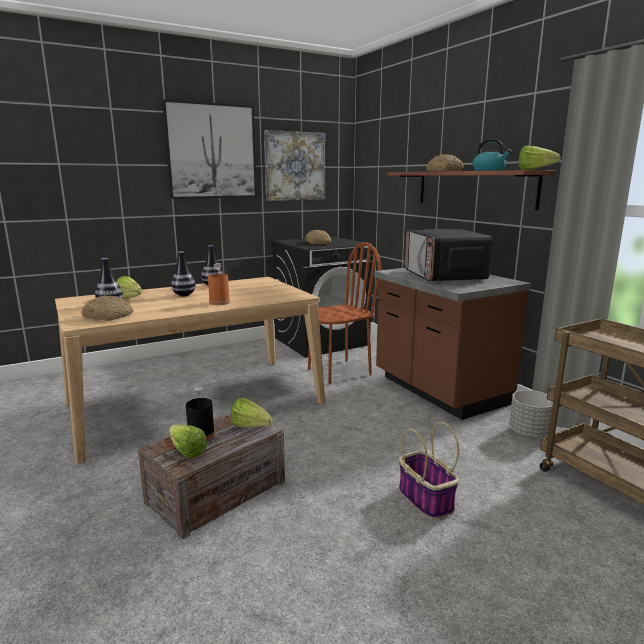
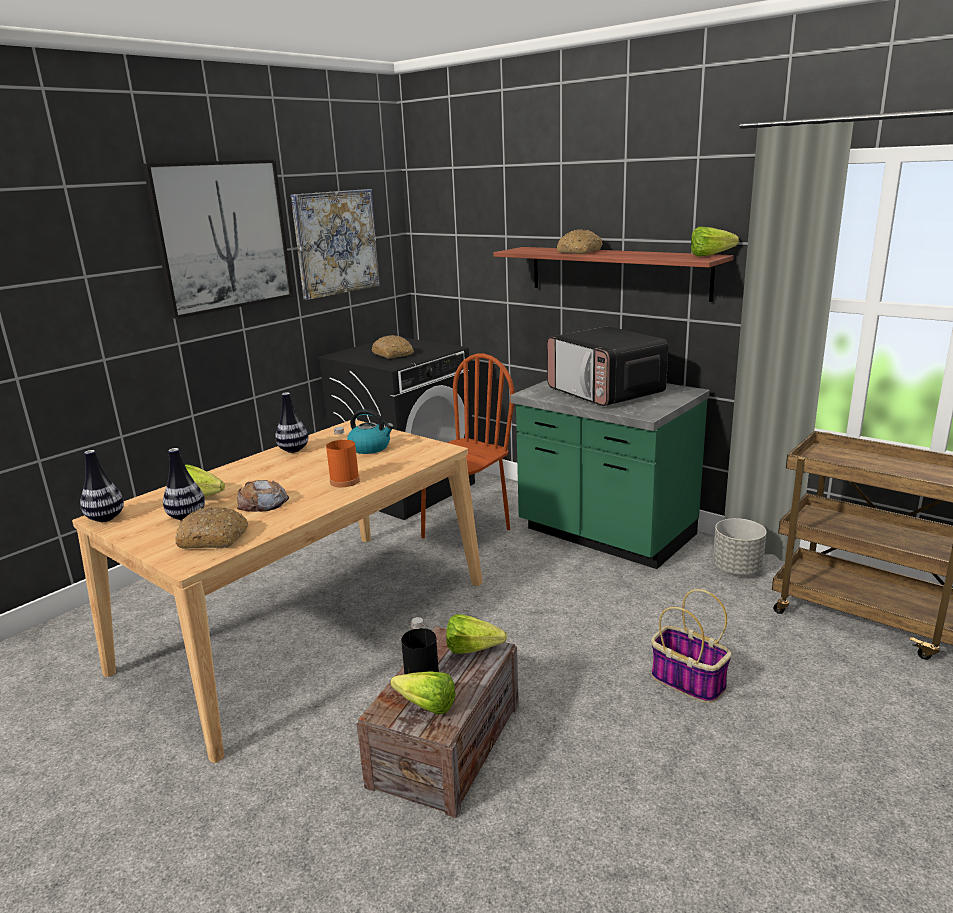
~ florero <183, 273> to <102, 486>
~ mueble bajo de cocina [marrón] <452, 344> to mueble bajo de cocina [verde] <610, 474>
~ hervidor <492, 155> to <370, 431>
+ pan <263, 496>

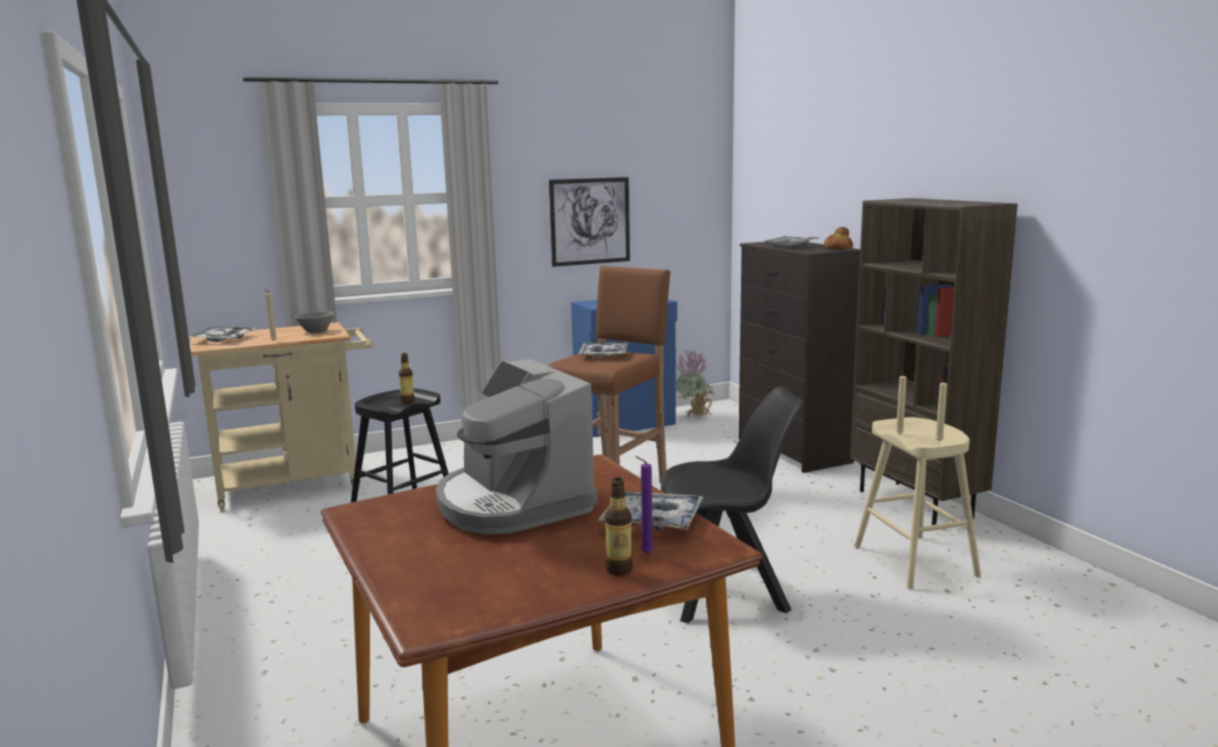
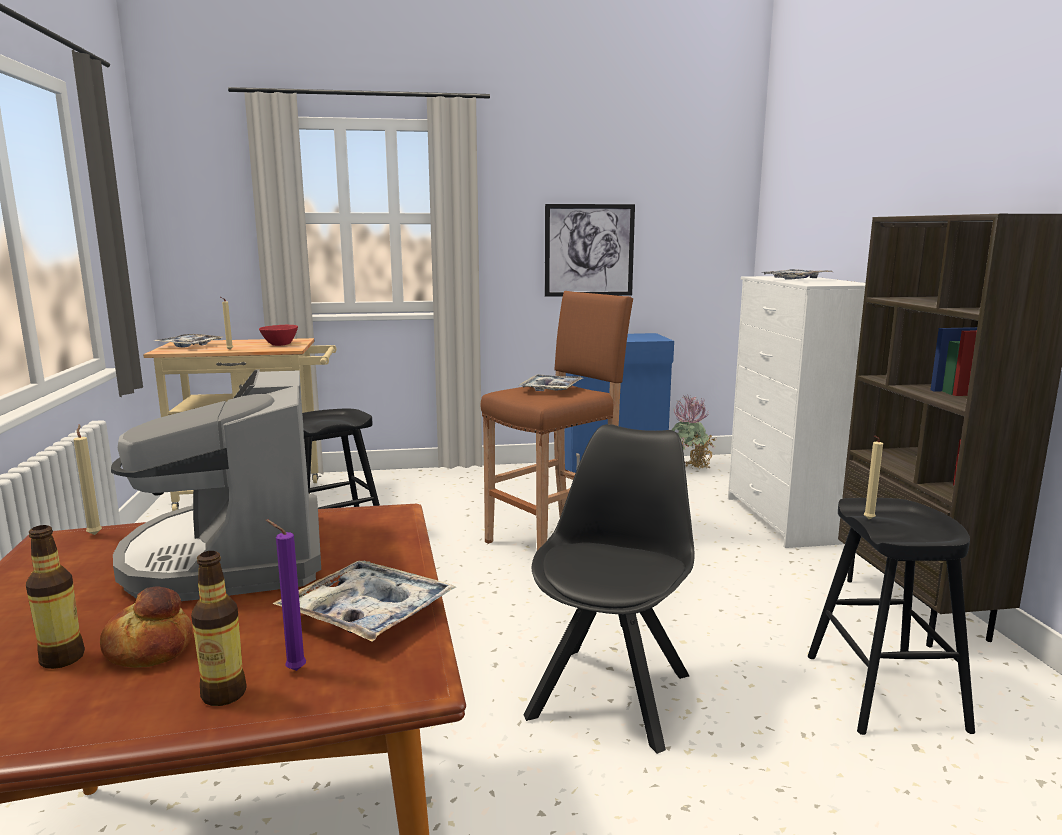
~ cuenco [gris] <314, 322> to cuenco [rojo] <278, 335>
~ botella <407, 378> to <55, 597>
~ silla [negro] <732, 504> = <609, 589> 75 degrees counterclockwise
~ cómoda [negro] <799, 357> to cómoda [blanco] <797, 412>
~ pan <838, 238> to <146, 627>
~ taburete [beis] <917, 503> to taburete [negro] <891, 616>
~ vela [beis] <941, 408> to <87, 479>

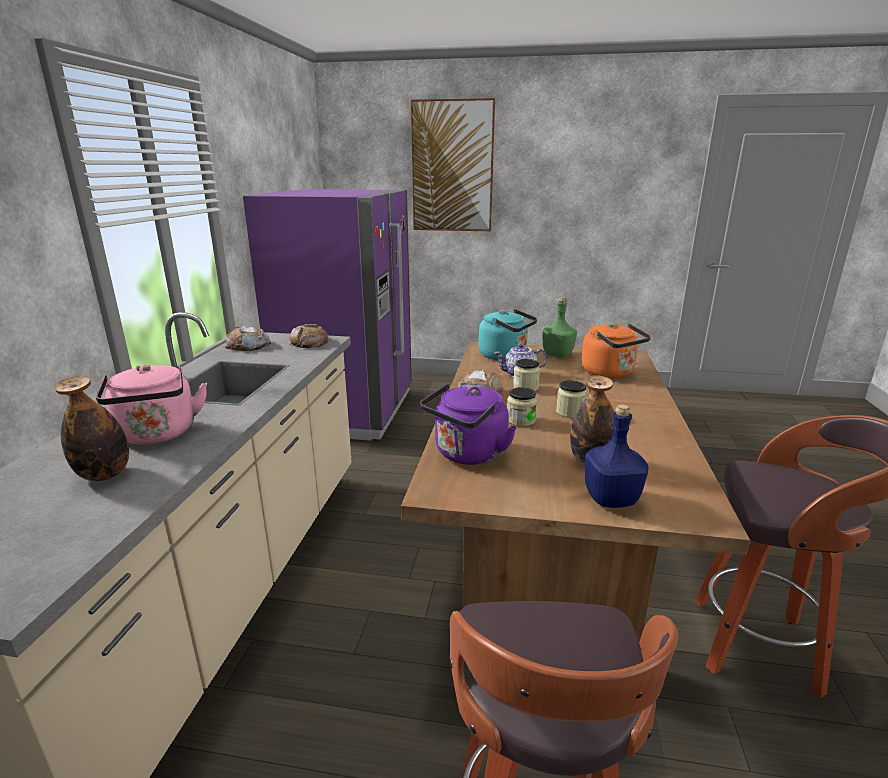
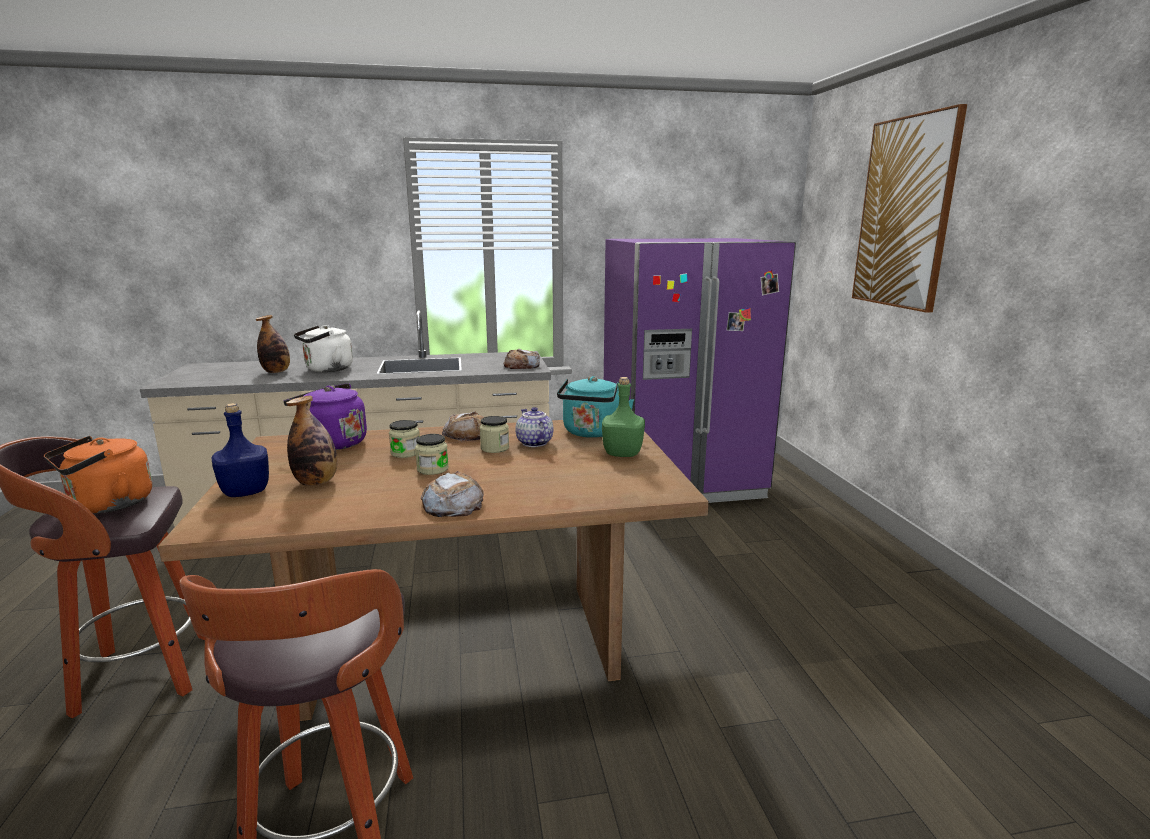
~ hervidor [rosa] <151, 404> to hervidor [blanco] <323, 348>
~ pan <248, 338> to <452, 494>
~ hervidor [naranja] <616, 350> to <98, 474>

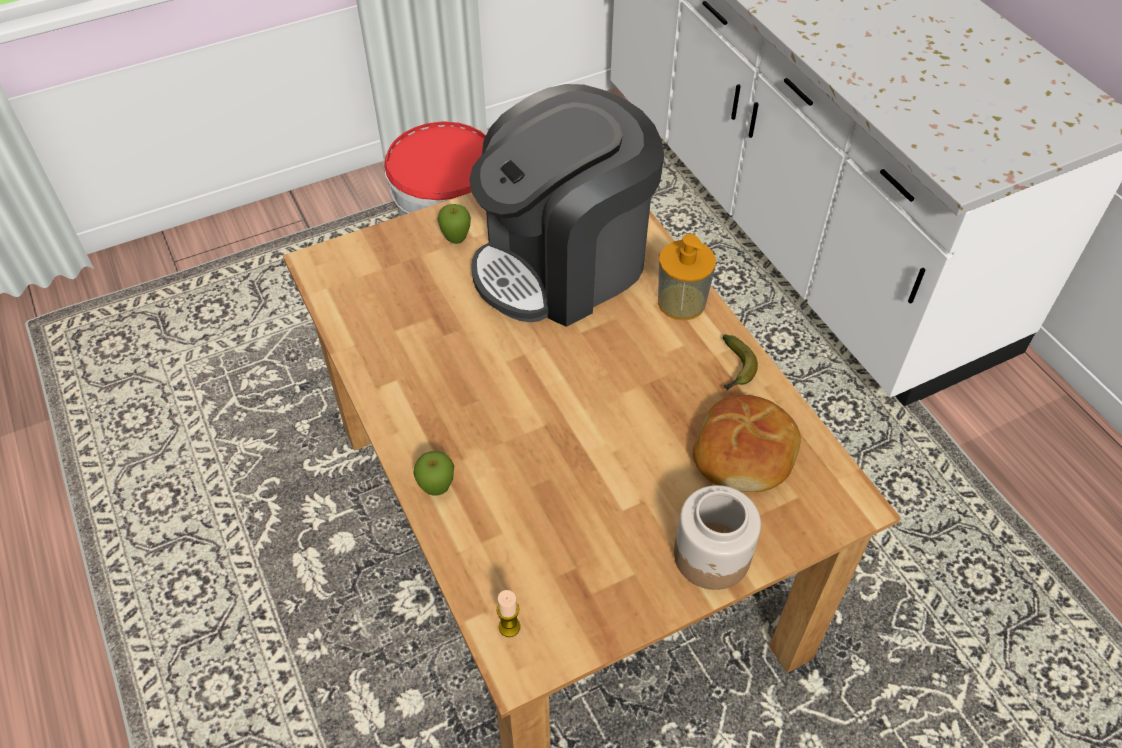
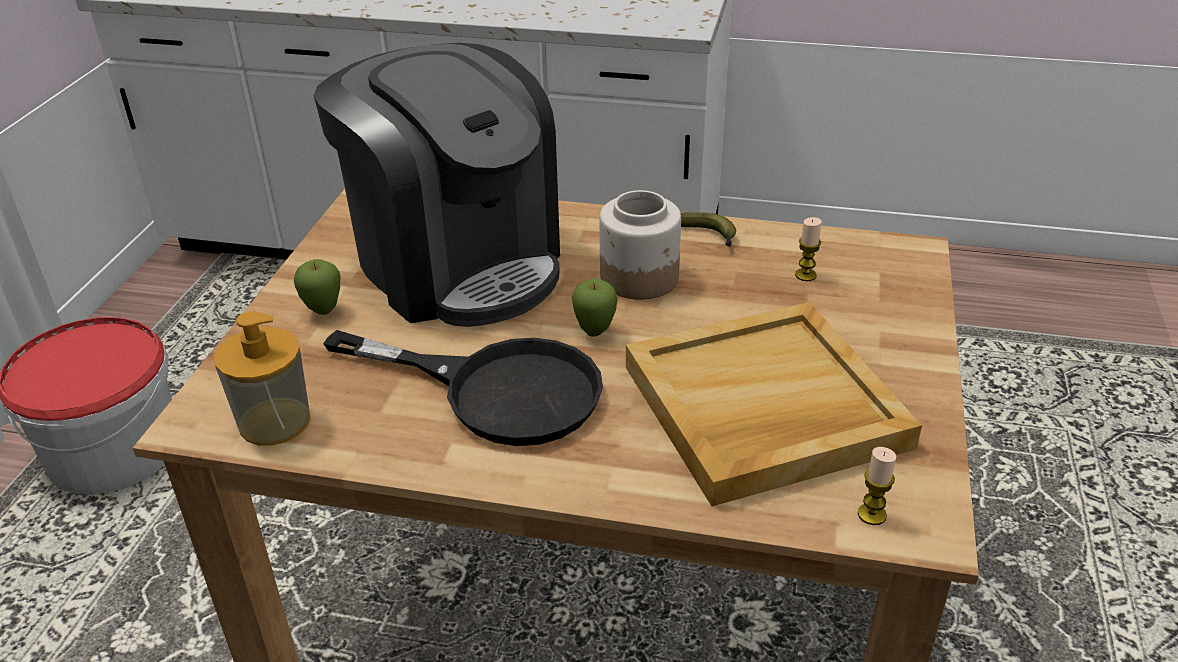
~ manzana <433, 473> to <595, 308>
~ cafetera <566, 205> = <437, 185> 45 degrees counterclockwise
~ dispensador de jabón <687, 277> to <262, 379>
~ tarro <717, 537> to <640, 245>
~ pan <747, 443> to vela <808, 249>
+ sartén [negro] <463, 388>
+ bandeja [beis] <774, 404>

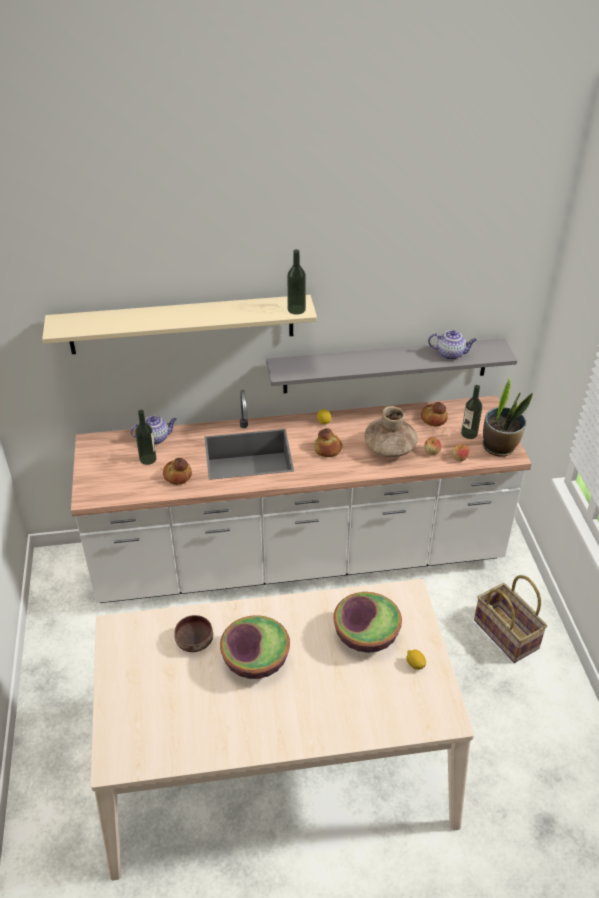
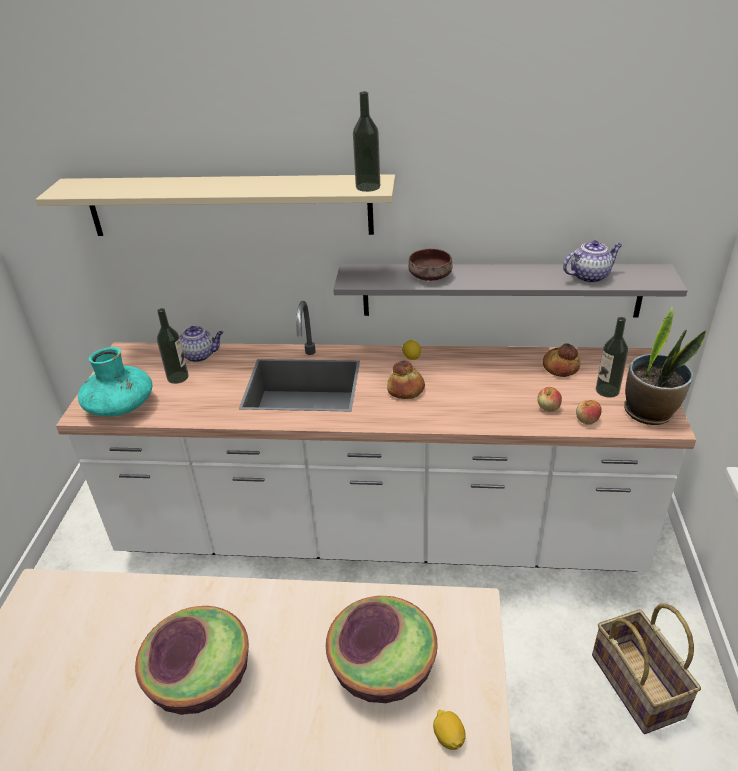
- pan <177, 471>
~ cuenco [marrón] <193, 633> to <430, 265>
- florero [marrón] <391, 431>
~ tetera <452, 345> = <592, 261> 45 degrees counterclockwise
+ florero [turquesa] <115, 381>

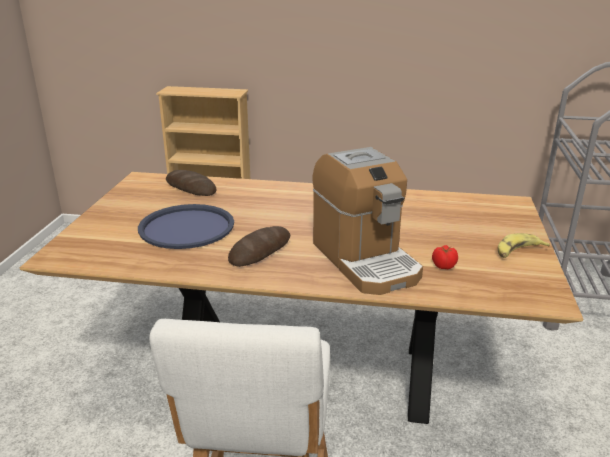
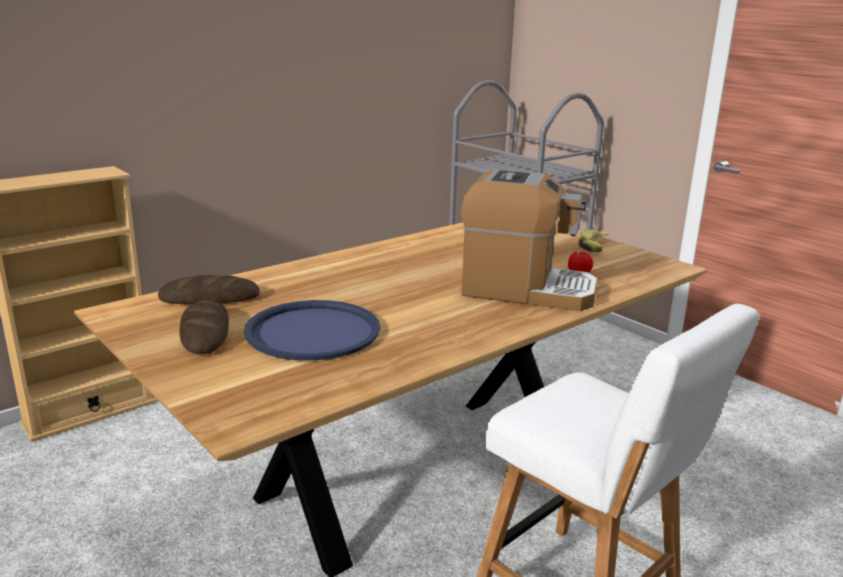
~ pan <259, 246> to <204, 326>

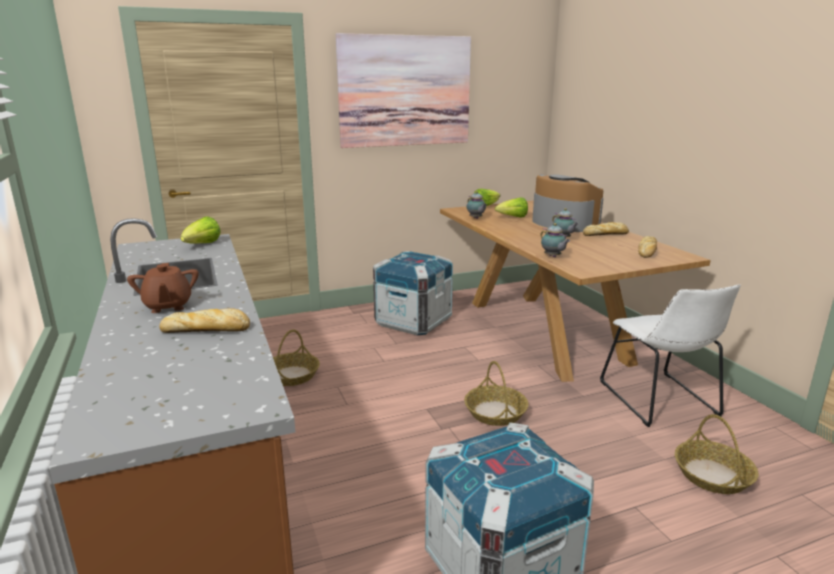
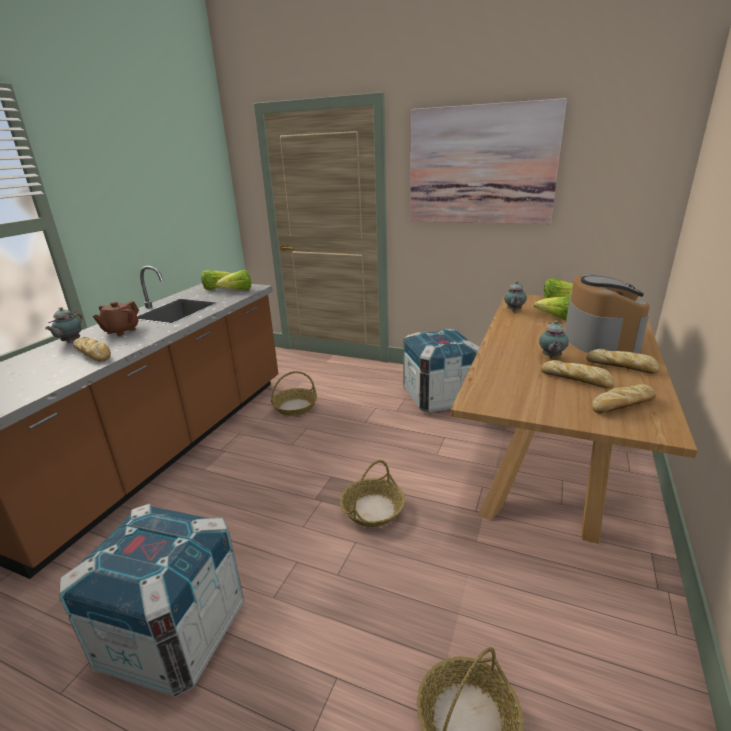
~ tetera <555, 240> to <63, 325>
- silla [blanco] <670, 355>
+ lechuga <216, 280>
+ pan <577, 374>

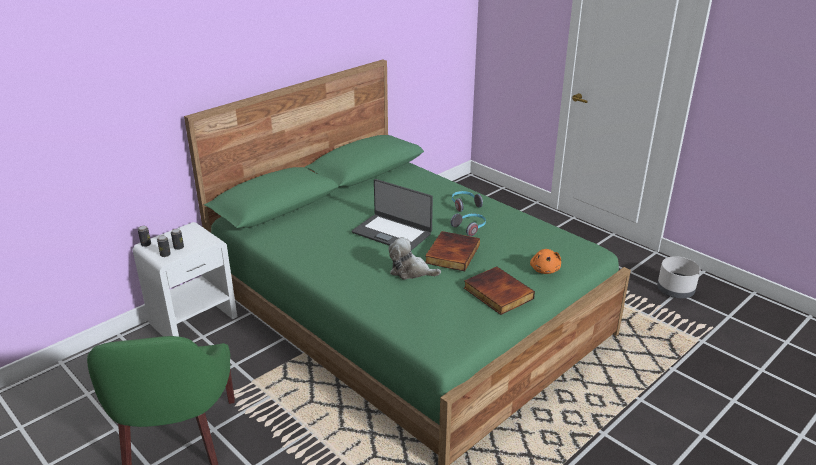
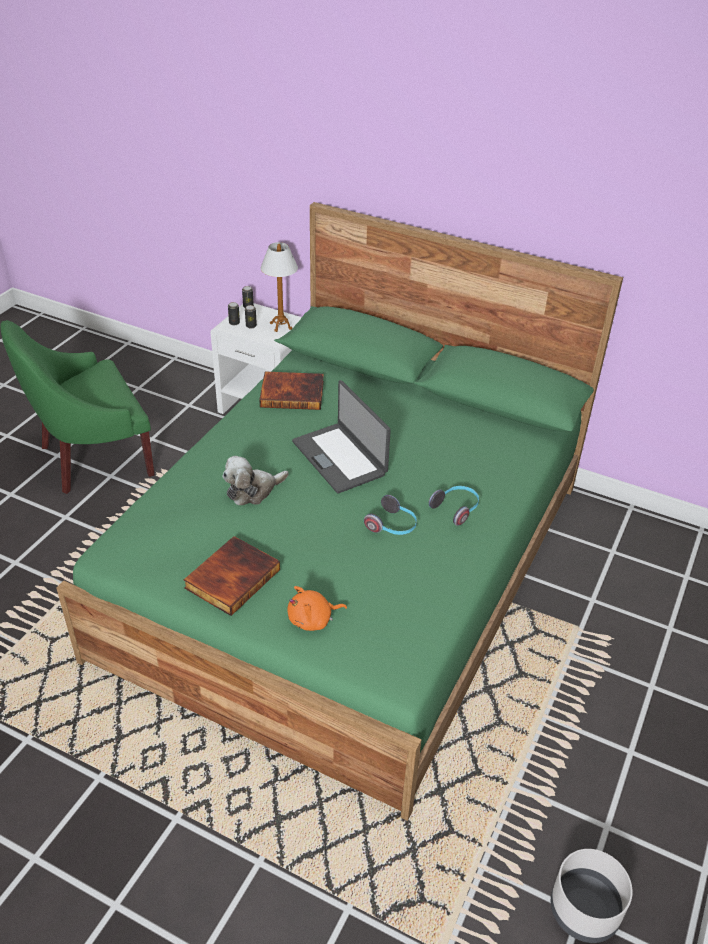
~ portátil <392, 214> = <341, 437> 45 degrees counterclockwise
~ peluche <414, 258> = <255, 480> 120 degrees counterclockwise
~ libro <452, 251> to <291, 391>
+ lámpara de mesa <279, 287>

